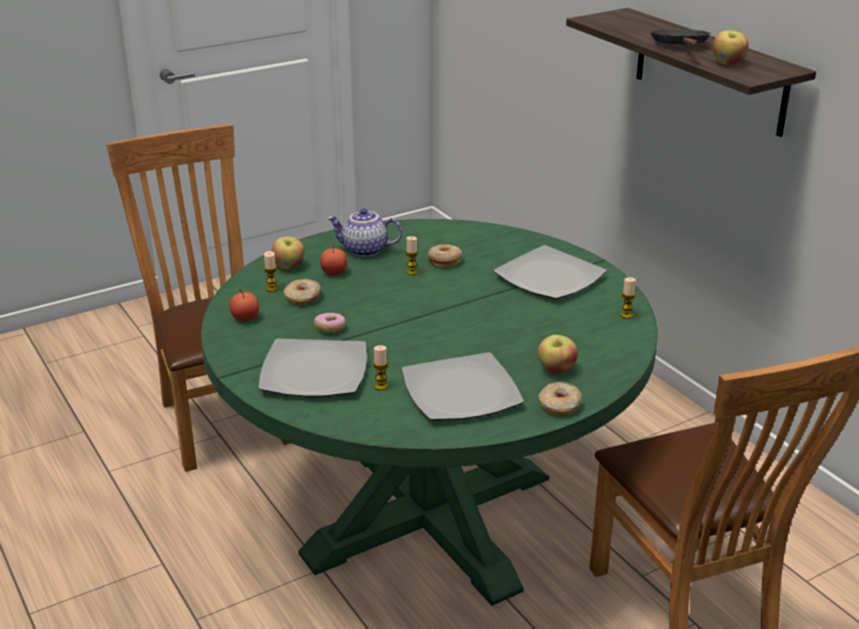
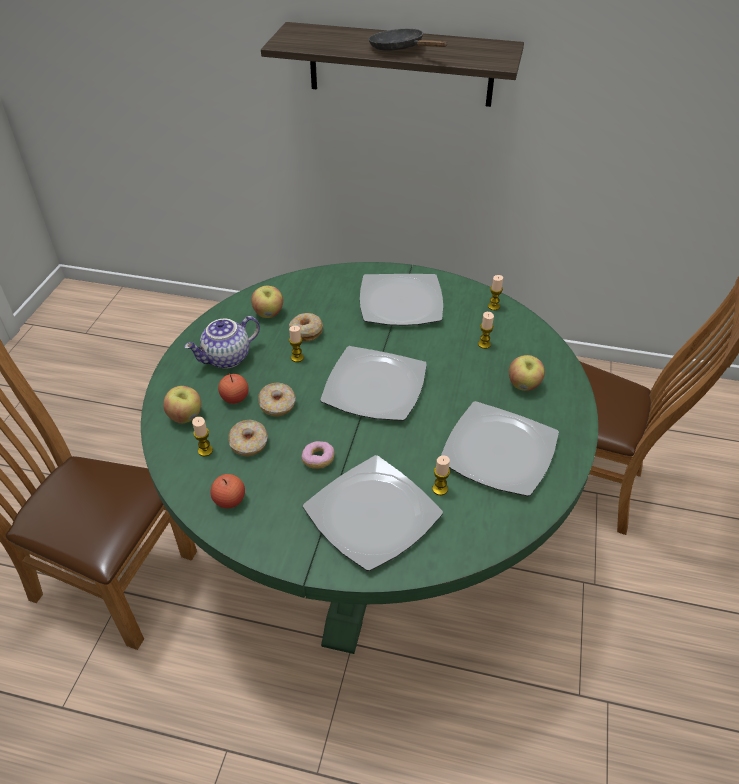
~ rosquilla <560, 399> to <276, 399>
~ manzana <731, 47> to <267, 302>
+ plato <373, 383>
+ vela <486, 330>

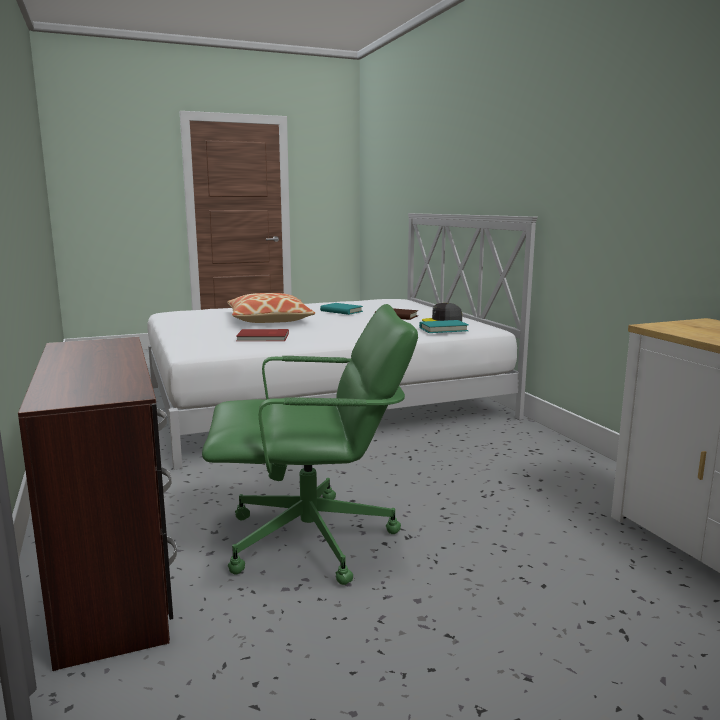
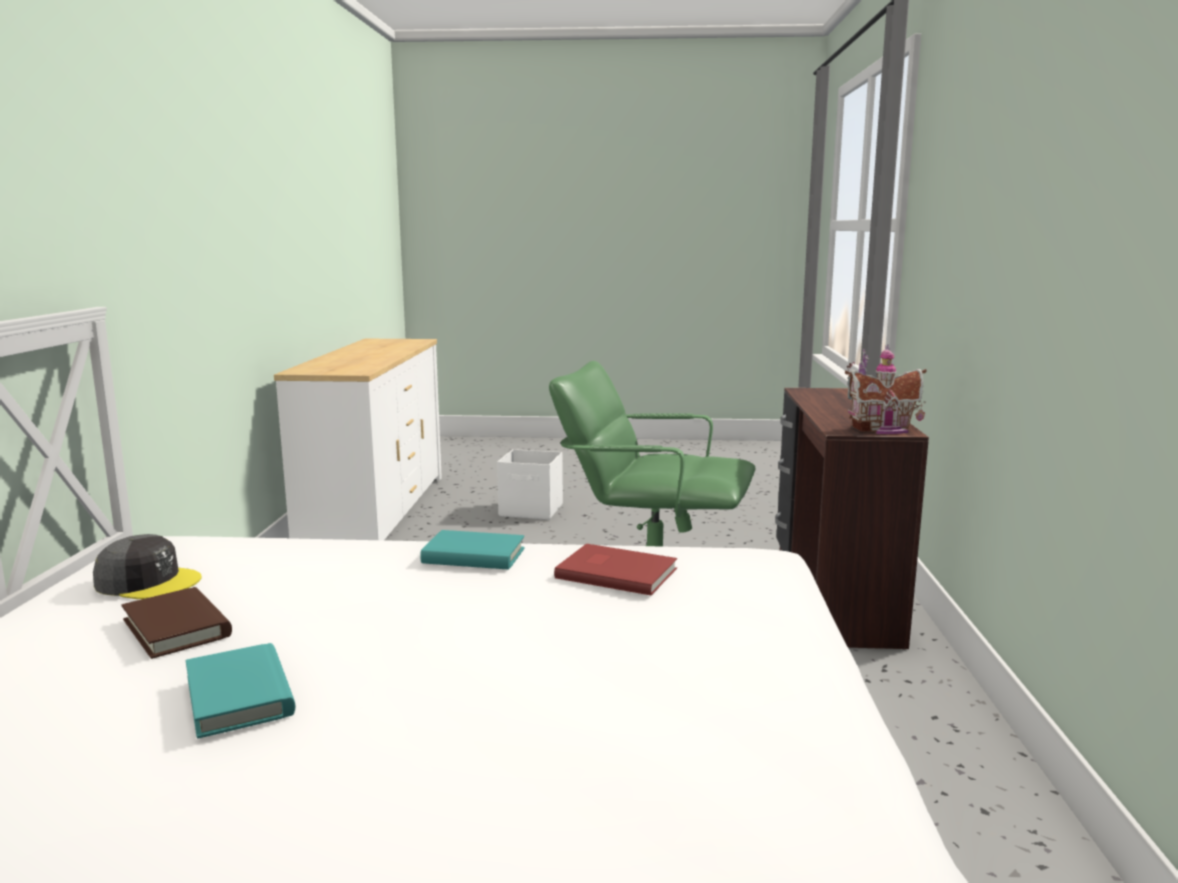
- cojín <271, 308>
~ libro [turquesa] <444, 326> to <472, 549>
+ caja de almacenaje [blanco] <530, 484>
+ casita <886, 389>

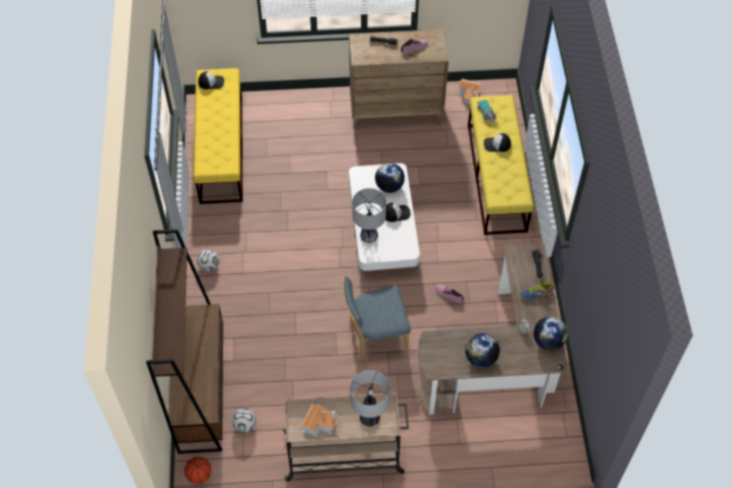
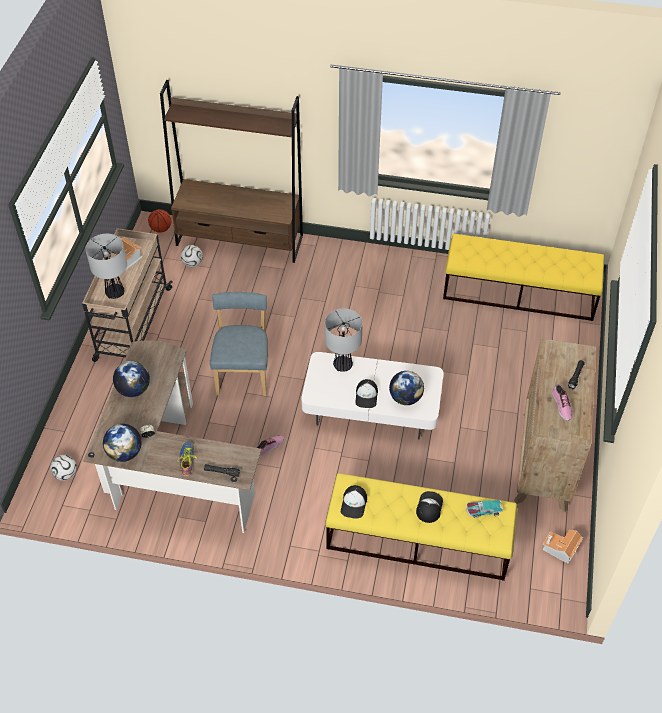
~ balón de fútbol <208, 260> to <63, 468>
~ gorra <211, 80> to <354, 502>

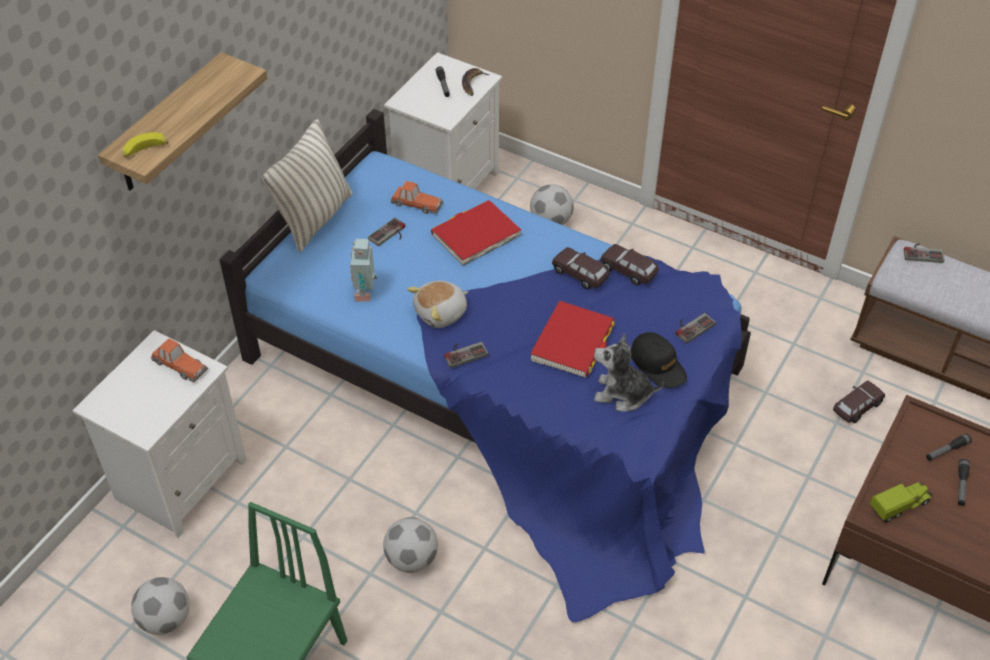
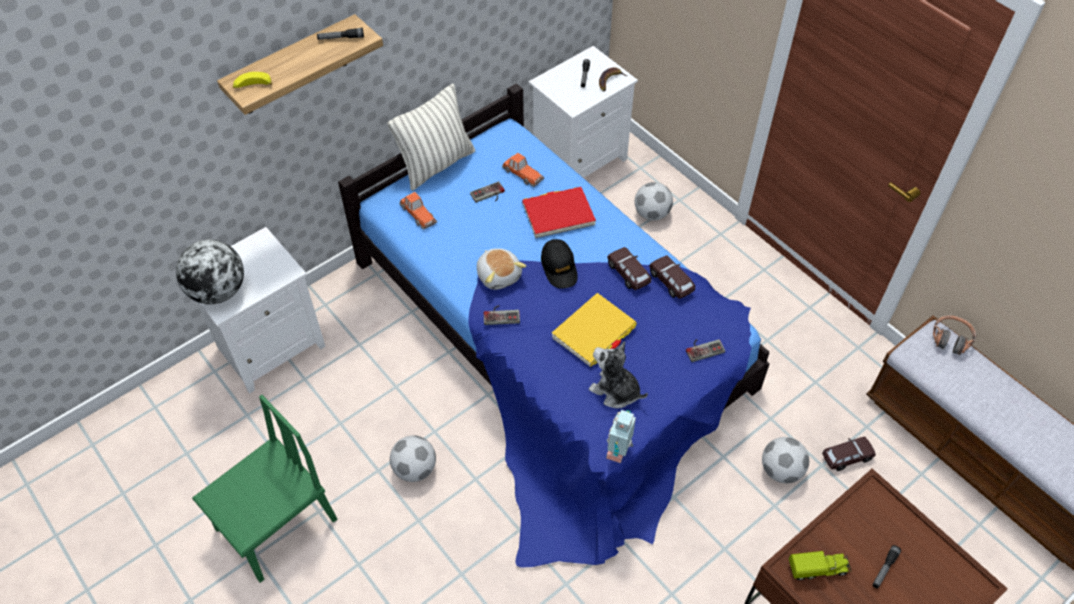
~ balón de fútbol <160, 606> to <785, 460>
~ coche de juguete <179, 360> to <418, 211>
~ robot de juguete <363, 270> to <621, 436>
~ peluche <437, 304> = <501, 269> 105 degrees counterclockwise
~ libro [rojo] <572, 339> to libro [amarillo] <594, 330>
~ gorra [negro] <659, 360> to <559, 264>
~ mando de consola <924, 253> to auriculares <954, 335>
~ linterna <949, 447> to <340, 34>
+ globo terráqueo <210, 272>

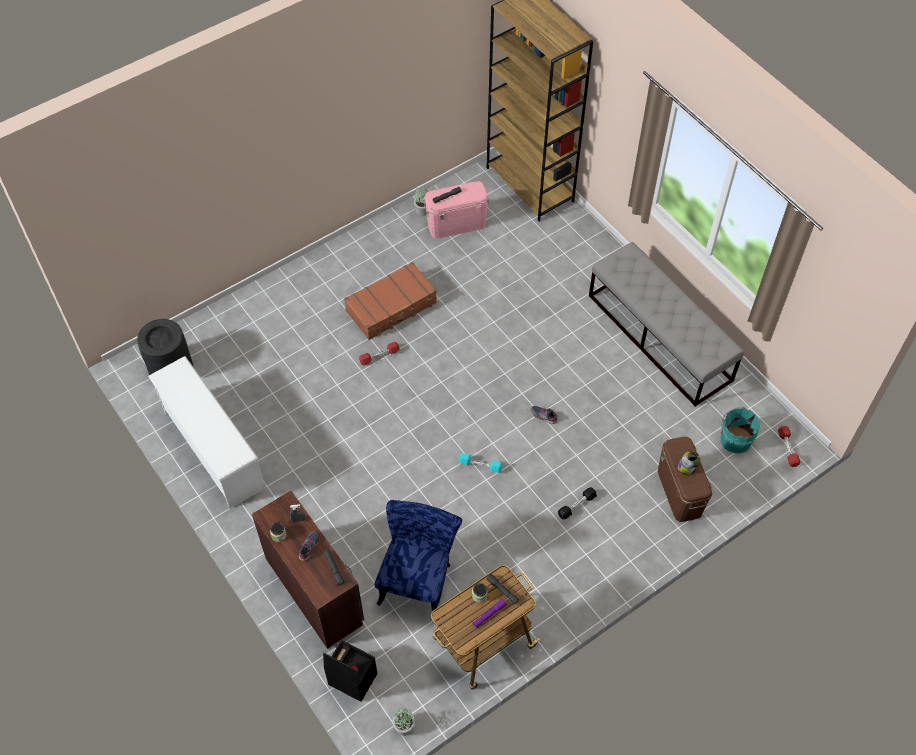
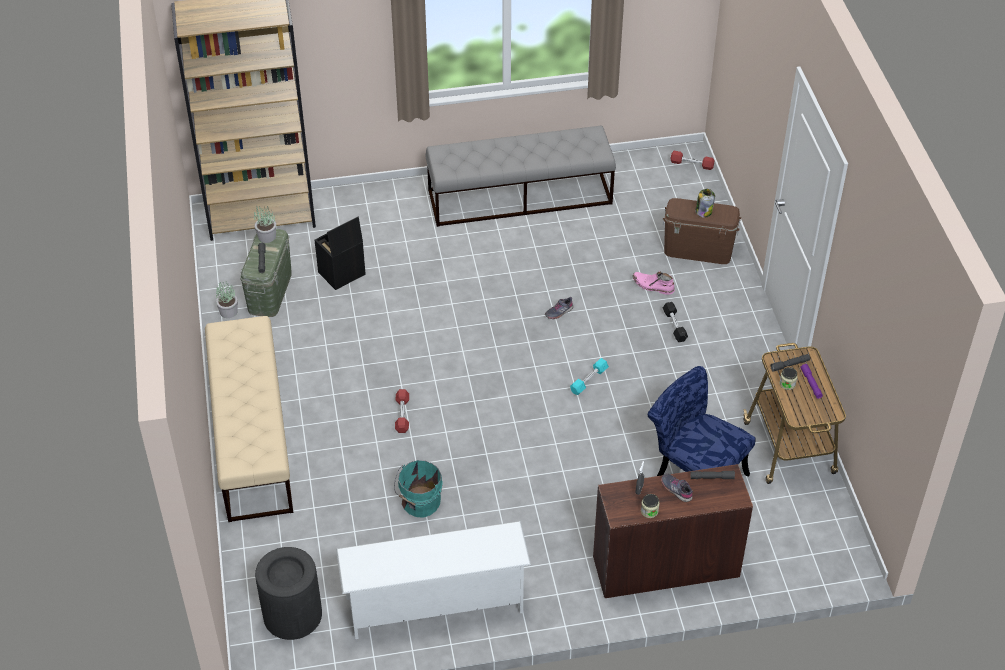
~ caja de almacenaje [negro] <350, 671> to <340, 253>
- maleta [marrón] <390, 301>
~ planta en maceta <404, 721> to <265, 224>
~ caja de almacenaje [rosa] <456, 210> to caja de almacenaje [verde] <266, 273>
~ cubo [turquesa] <740, 429> to <418, 489>
+ banco [beis] <249, 419>
+ bota [rosa] <653, 283>

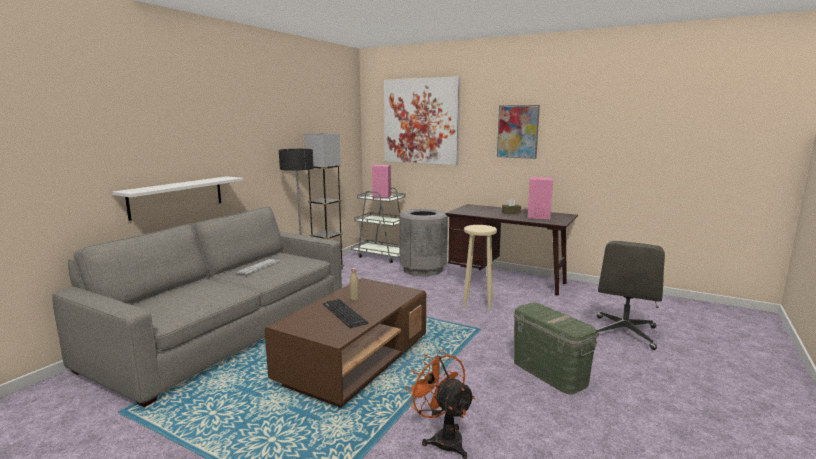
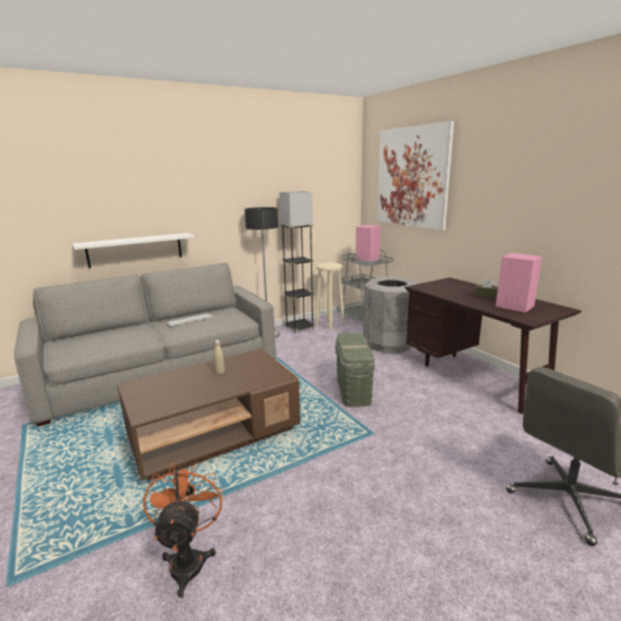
- teclado <345, 313>
~ taburete [beis] <480, 267> to <330, 297>
- cuadro <518, 132>
~ caja de almacenaje [verde] <556, 348> to <355, 370>

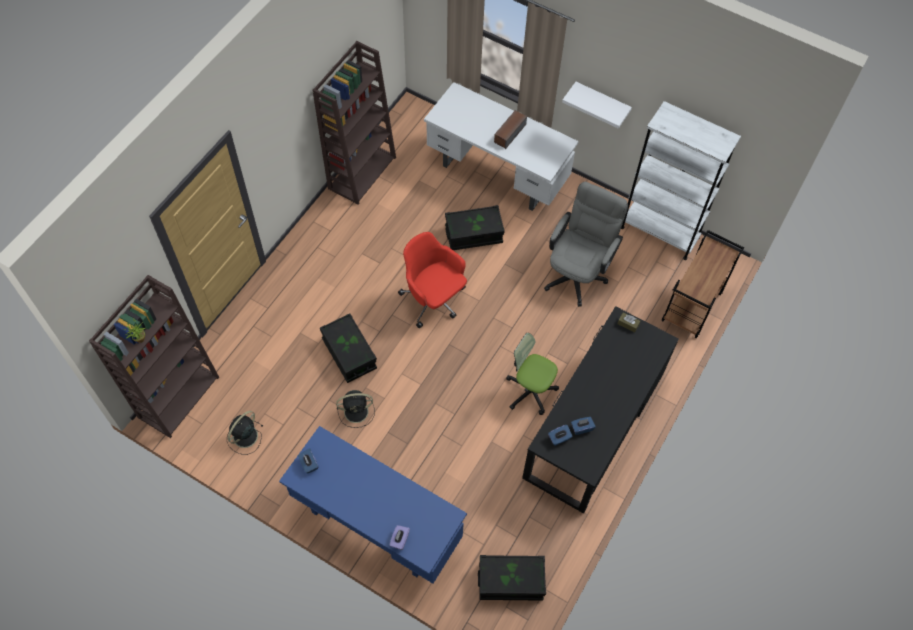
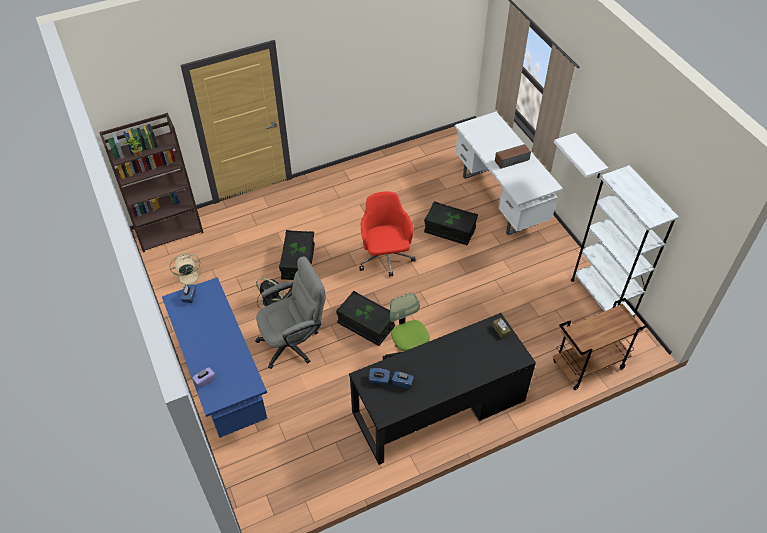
~ ventilador [negro] <245, 433> to ventilador [beis] <187, 271>
- estantería [marrón] <354, 123>
~ caja de almacenaje [negro] <512, 578> to <365, 318>
~ silla de oficina [gris] <586, 244> to <290, 312>

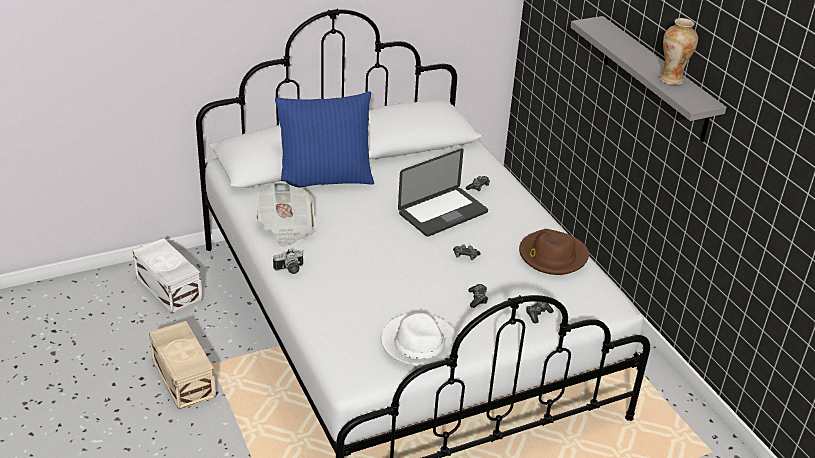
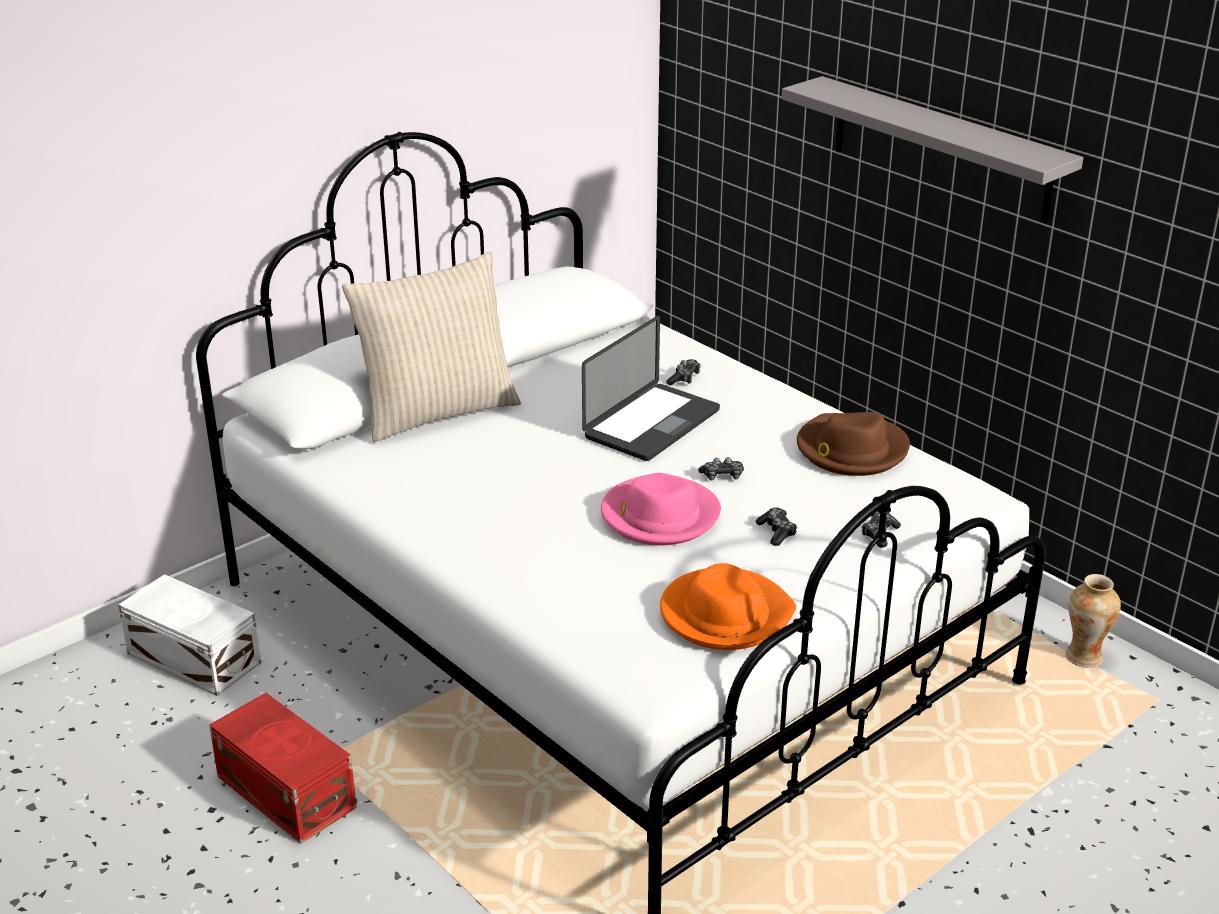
~ caja de almacenaje [beis] <182, 365> to caja de almacenaje [rojo] <283, 768>
- periódico <285, 214>
- cámara <288, 261>
~ cojín [azul] <324, 139> to cojín [beis] <431, 346>
~ sombrero [blanco] <420, 340> to sombrero [naranja] <728, 606>
~ florero <678, 51> to <1093, 621>
+ sombrero [rosa] <661, 509>

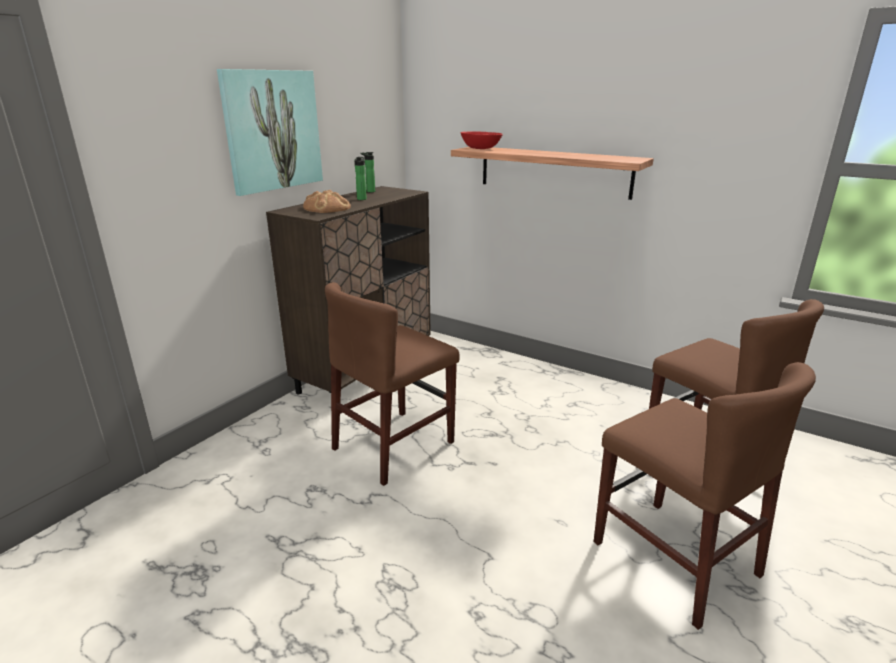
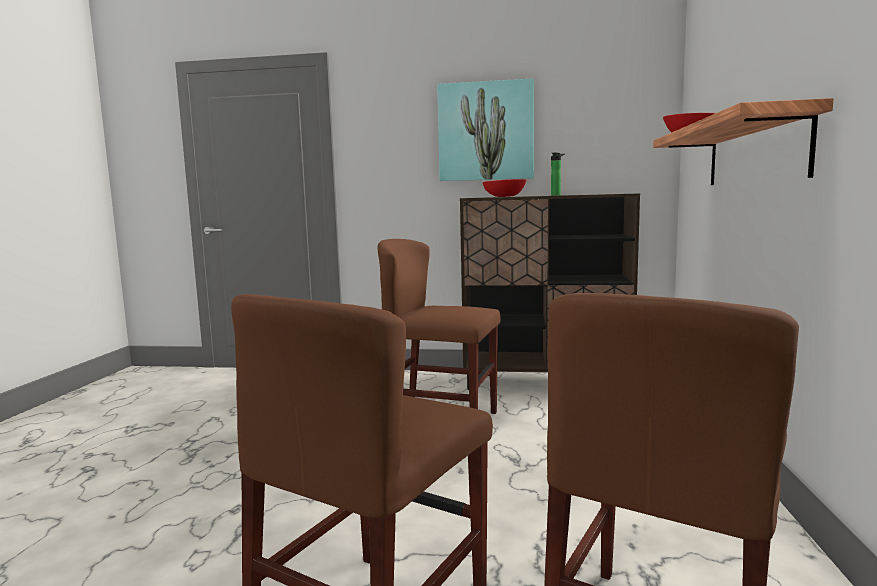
~ pan <327, 201> to cuenco [rojo] <504, 188>
- botella <367, 172>

